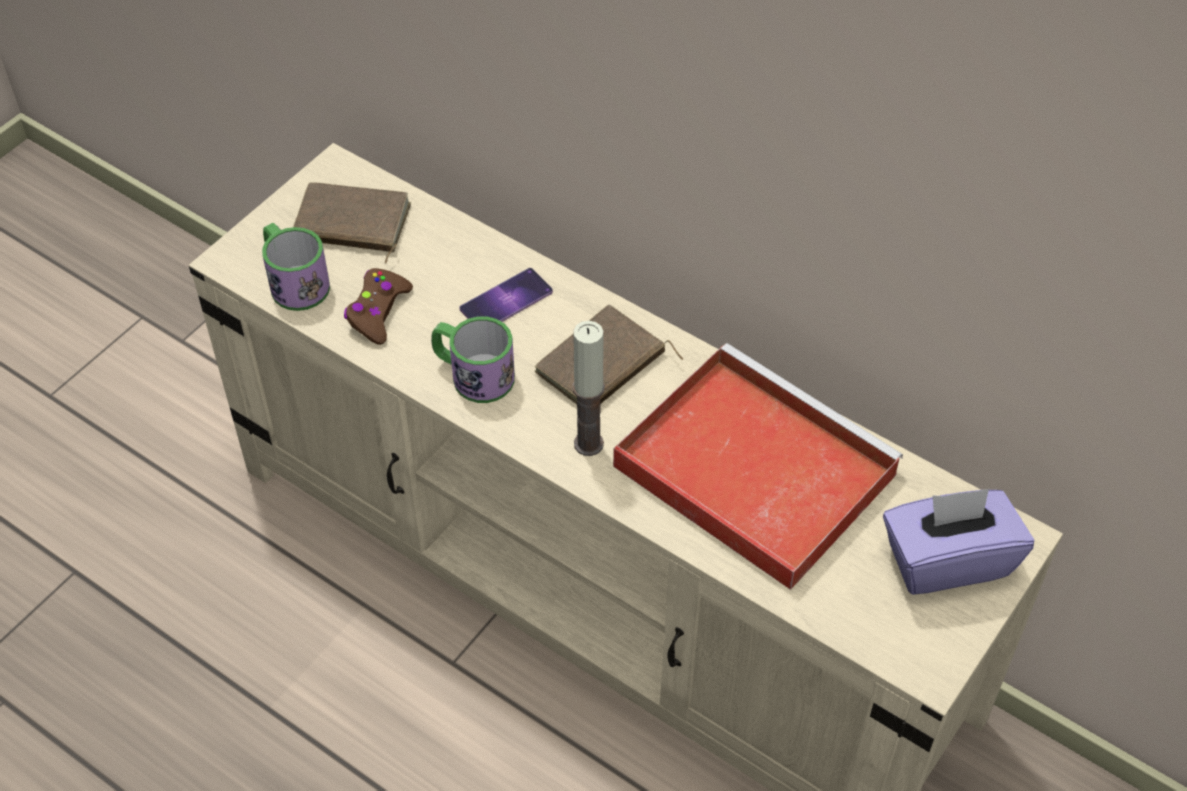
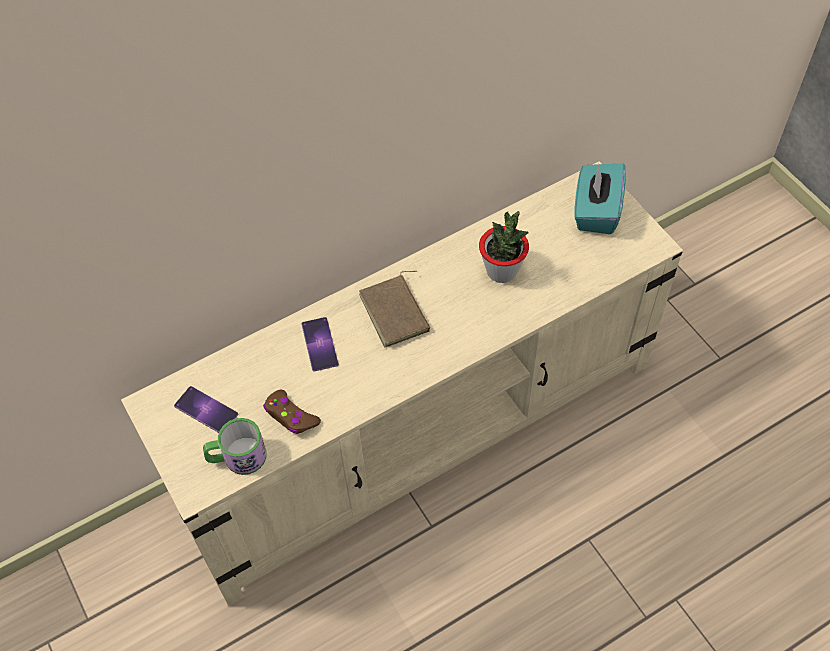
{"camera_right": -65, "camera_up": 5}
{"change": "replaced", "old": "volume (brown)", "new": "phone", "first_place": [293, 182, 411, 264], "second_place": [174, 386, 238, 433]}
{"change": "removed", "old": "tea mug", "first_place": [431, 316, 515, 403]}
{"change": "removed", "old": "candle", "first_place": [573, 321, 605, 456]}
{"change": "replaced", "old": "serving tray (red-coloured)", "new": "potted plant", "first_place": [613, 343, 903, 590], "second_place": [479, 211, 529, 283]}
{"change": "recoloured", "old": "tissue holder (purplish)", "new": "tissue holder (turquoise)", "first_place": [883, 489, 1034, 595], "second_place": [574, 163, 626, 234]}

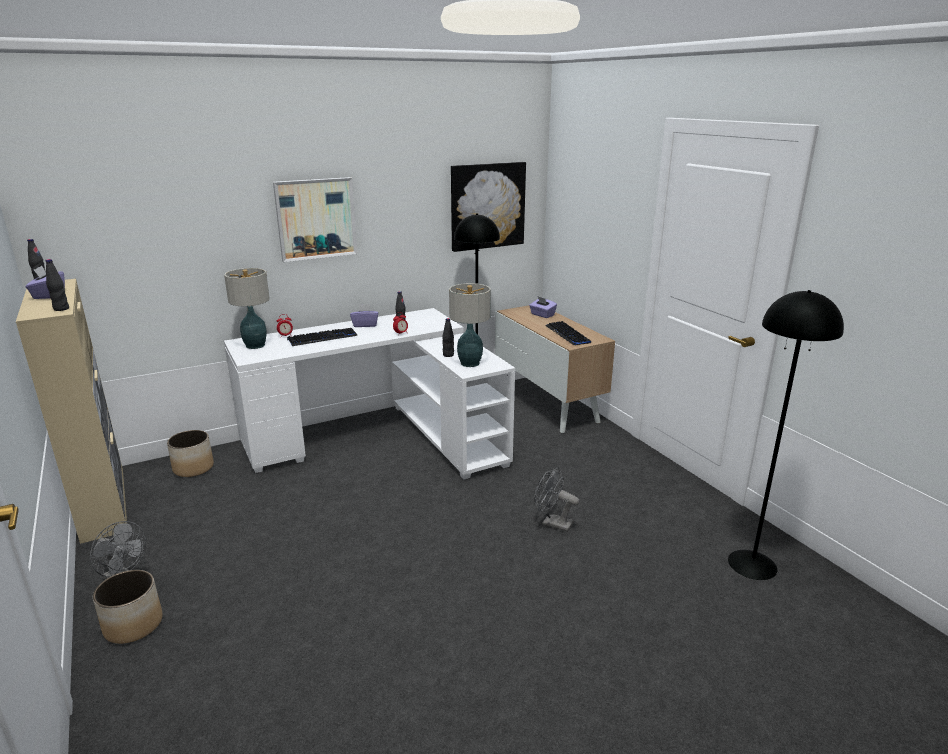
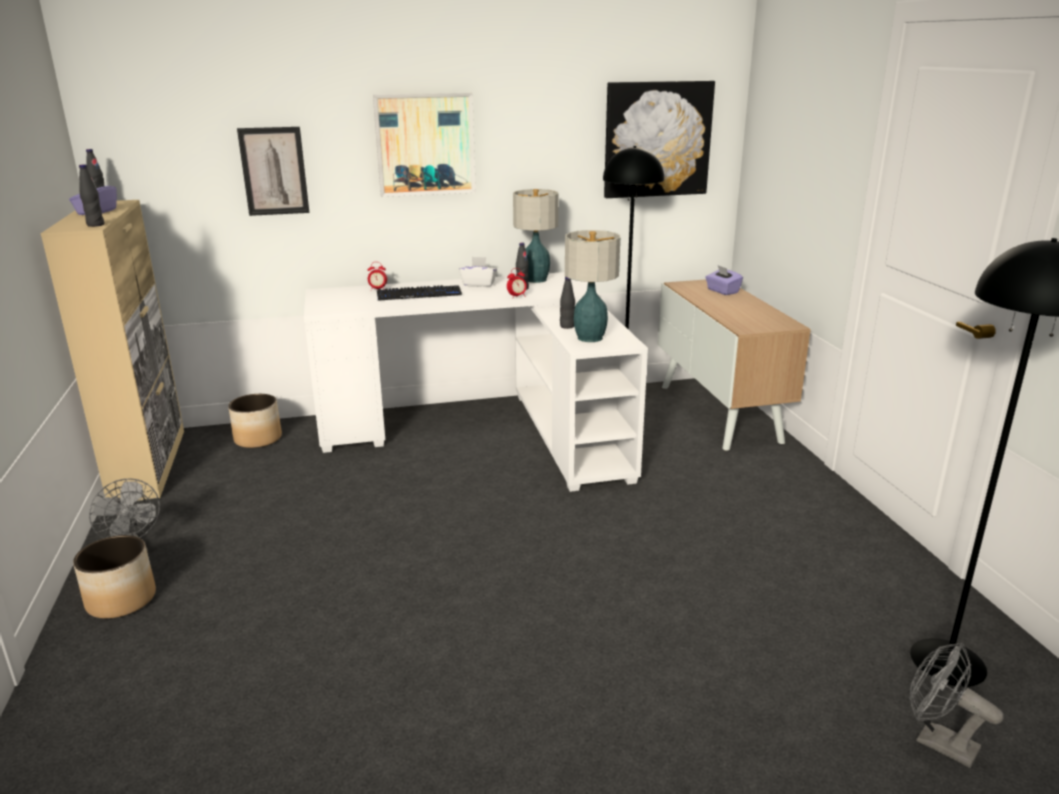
{"camera_right": 15, "camera_up": 0}
{"change": "moved", "old": "lamp for a table", "first_place": [224, 268, 269, 349], "second_place": [513, 189, 559, 283]}
{"change": "recoloured", "old": "tissue holder (purplish)", "new": "tissue holder (white)", "first_place": [350, 304, 379, 327], "second_place": [459, 257, 497, 287]}
{"change": "removed", "old": "keyboard", "first_place": [545, 321, 591, 345]}
{"change": "moved", "old": "fan (grey)", "first_place": [534, 467, 579, 532], "second_place": [909, 643, 1003, 768]}
{"change": "added", "new": "wall art", "second_place": [237, 127, 309, 216]}

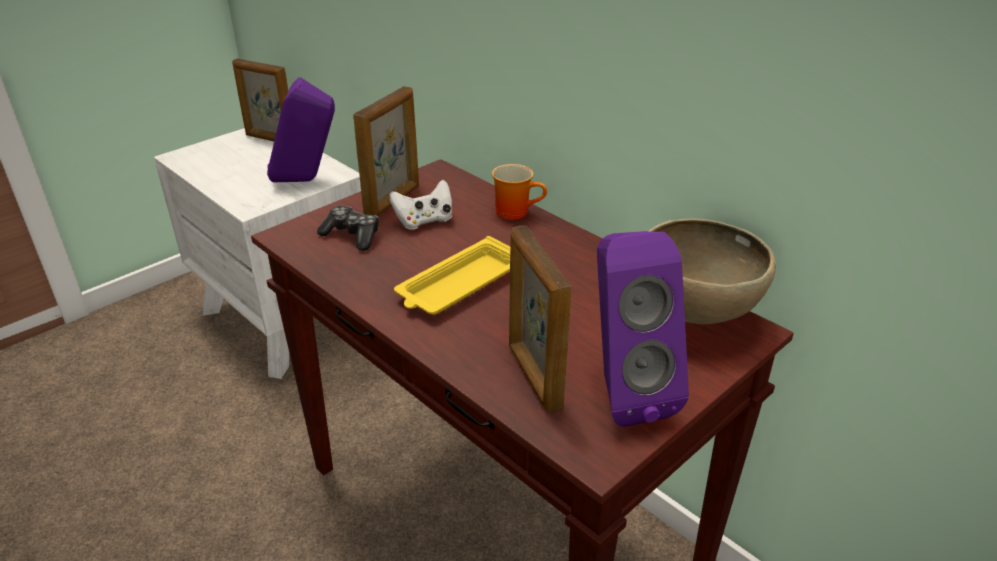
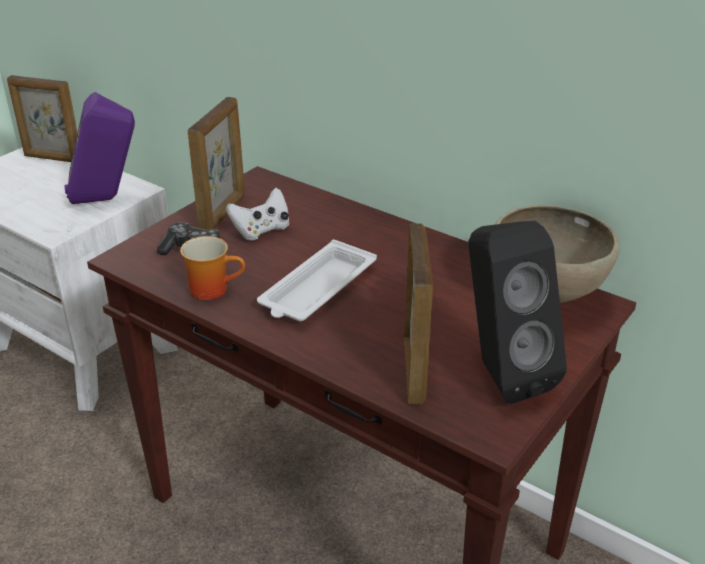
{"camera_right": -10, "camera_up": 0}
{"change": "moved", "old": "tea mug", "first_place": [492, 164, 547, 220], "second_place": [180, 236, 245, 300]}
{"change": "turned", "old": "picture frame", "first_place": [509, 225, 571, 413], "second_place": [404, 223, 433, 405], "degrees": -150}
{"change": "recoloured", "old": "loudspeaker (purplish)", "new": "loudspeaker (blackish)", "first_place": [597, 231, 689, 427], "second_place": [469, 221, 567, 404]}
{"change": "recoloured", "old": "serving tray (yellowish)", "new": "serving tray (white)", "first_place": [394, 236, 510, 315], "second_place": [257, 239, 377, 321]}

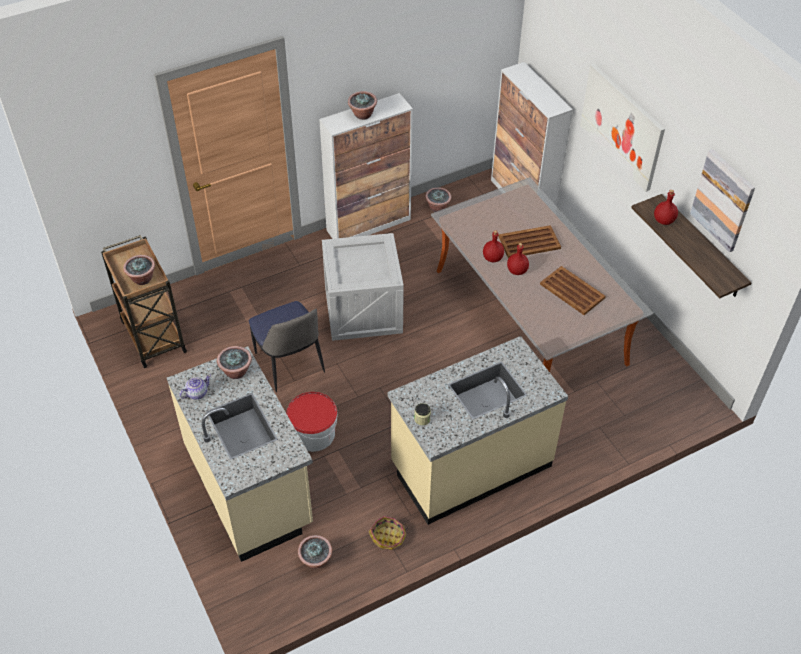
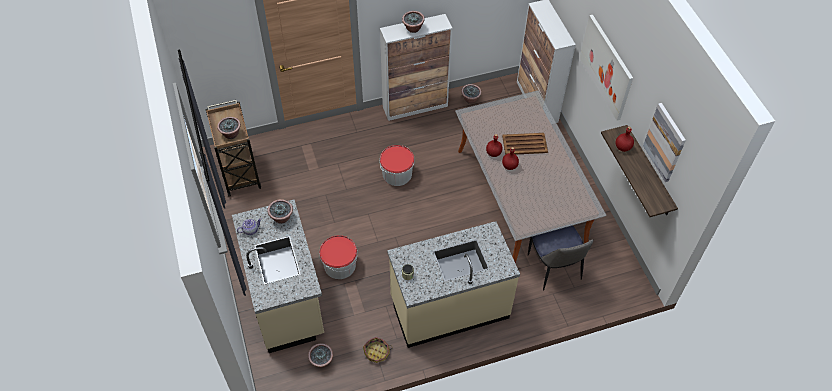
{"camera_right": 10, "camera_up": 5}
{"change": "replaced", "old": "shipping crate", "new": "pail", "first_place": [322, 233, 404, 341], "second_place": [380, 145, 415, 186]}
{"change": "removed", "old": "serving tray (brown)", "first_place": [540, 266, 606, 315]}
{"change": "moved", "old": "chair", "first_place": [249, 301, 325, 392], "second_place": [528, 226, 593, 291]}

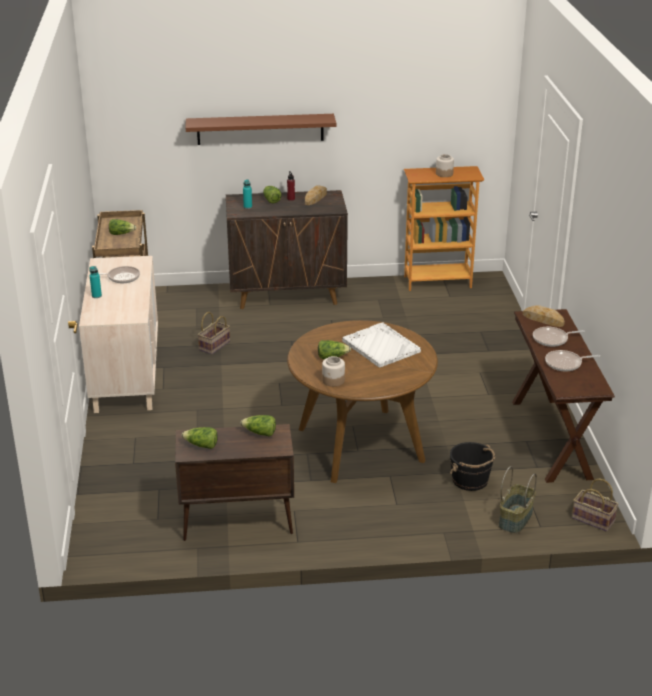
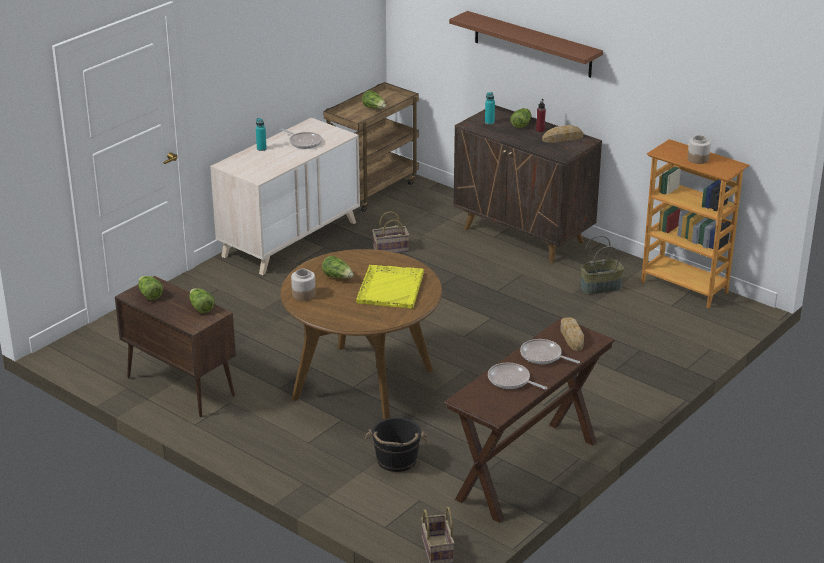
{"camera_right": 45, "camera_up": 0}
{"change": "recoloured", "old": "serving tray (white)", "new": "serving tray (yellowish)", "first_place": [342, 322, 421, 367], "second_place": [356, 265, 424, 309]}
{"change": "moved", "old": "household basket", "first_place": [499, 466, 537, 534], "second_place": [580, 236, 624, 295]}

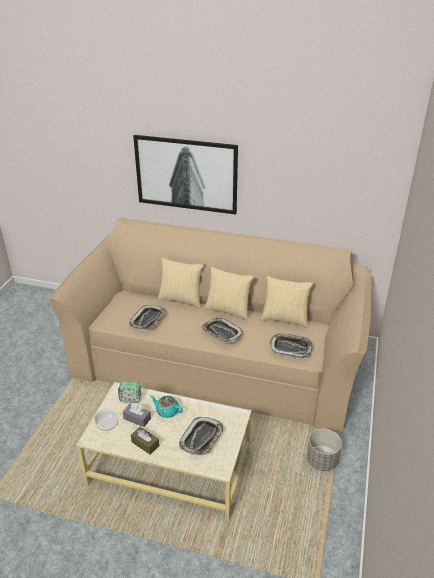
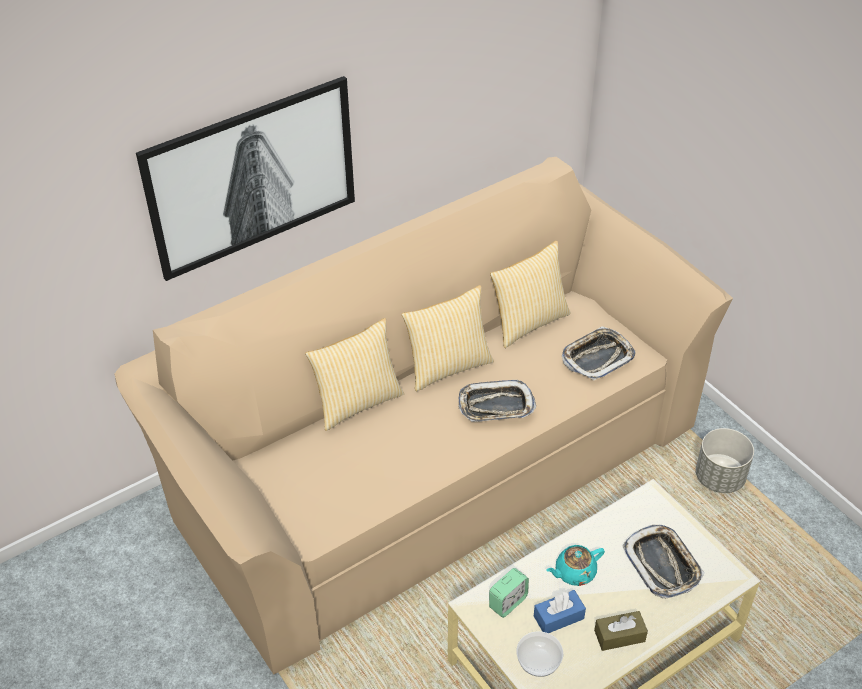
{"camera_right": -50, "camera_up": 10}
{"change": "removed", "old": "serving tray", "first_place": [129, 305, 166, 330]}
{"change": "recoloured", "old": "tissue holder (grey)", "new": "tissue holder (bluish)", "first_place": [123, 403, 151, 427], "second_place": [534, 590, 586, 633]}

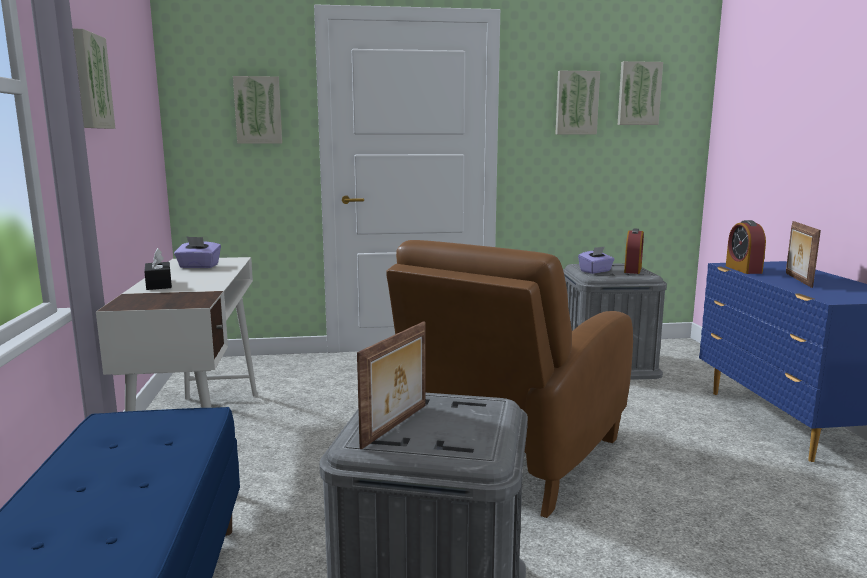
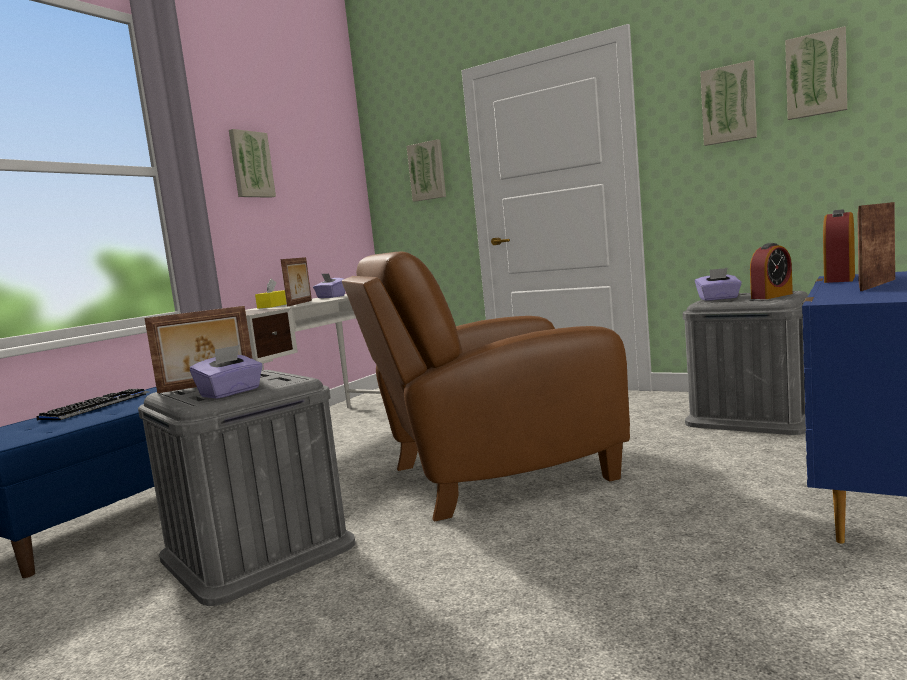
{"camera_right": 40, "camera_up": -5}
{"change": "recoloured", "old": "tissue holder (blackish)", "new": "tissue holder (yellowish)", "first_place": [144, 248, 172, 290], "second_place": [255, 279, 287, 309]}
{"change": "added", "new": "picture frame", "second_place": [281, 257, 312, 307]}
{"change": "added", "new": "tissue holder (purplish)", "second_place": [190, 345, 263, 399]}
{"change": "added", "new": "keyboard", "second_place": [36, 389, 149, 420]}

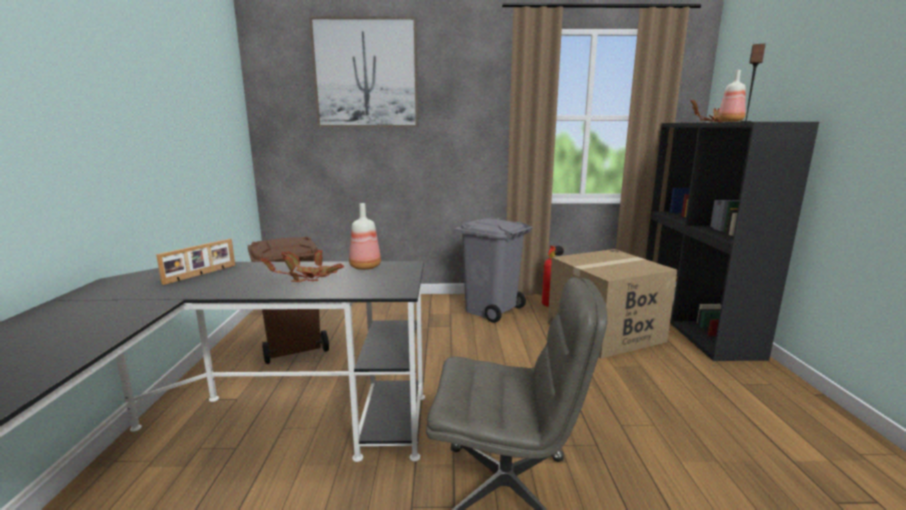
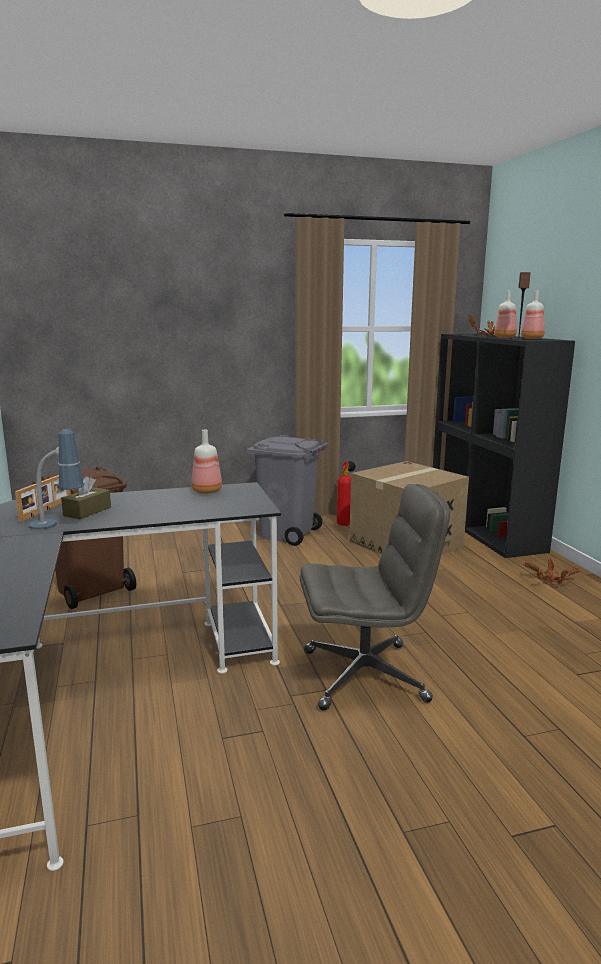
{"camera_right": -15, "camera_up": 0}
{"change": "removed", "old": "wall art", "first_place": [309, 16, 418, 127]}
{"change": "moved", "old": "potted plant", "first_place": [261, 250, 344, 282], "second_place": [523, 559, 580, 585]}
{"change": "added", "new": "bottle", "second_place": [521, 291, 545, 339]}
{"change": "added", "new": "lamp for a table", "second_place": [29, 429, 84, 530]}
{"change": "added", "new": "tissue holder (brown)", "second_place": [61, 476, 111, 519]}

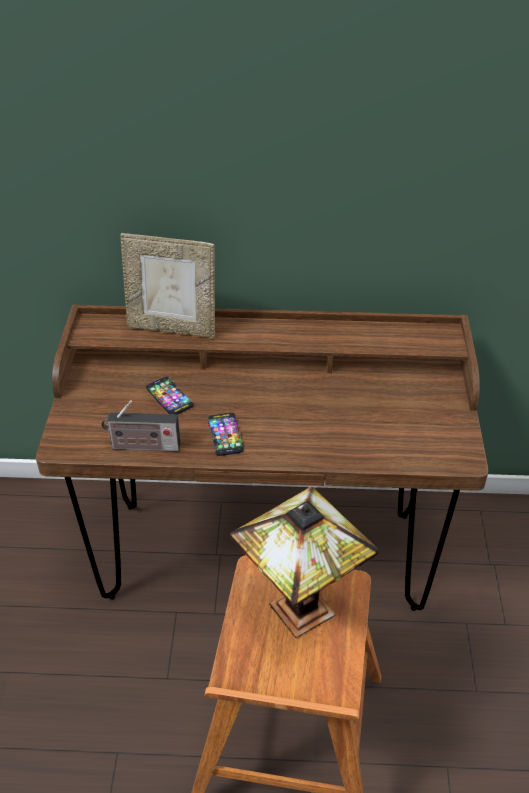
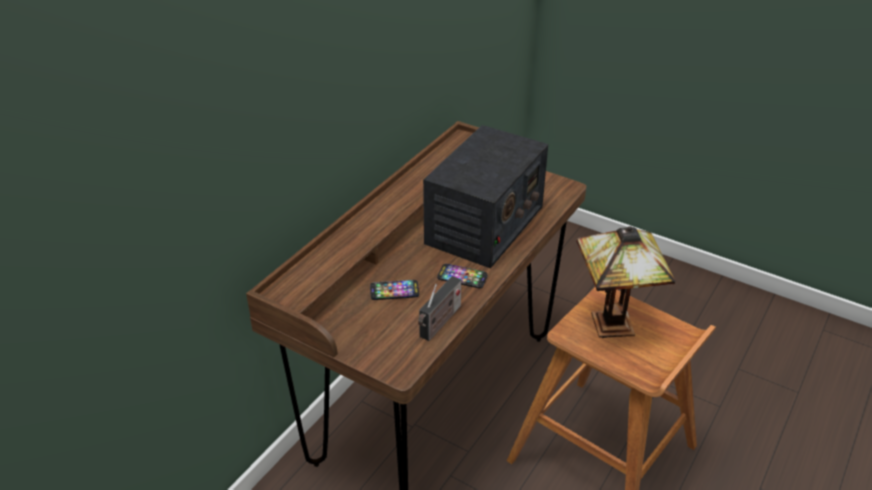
{"camera_right": -60, "camera_up": -5}
{"change": "removed", "old": "picture frame", "first_place": [120, 233, 215, 338]}
{"change": "added", "new": "radio set", "second_place": [423, 125, 548, 268]}

